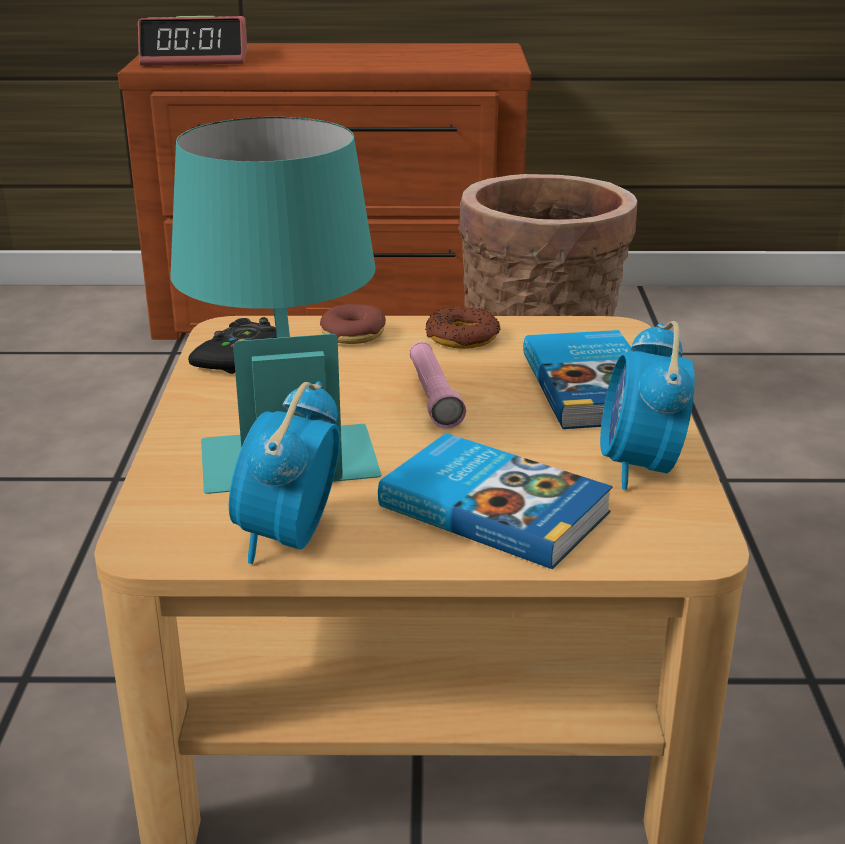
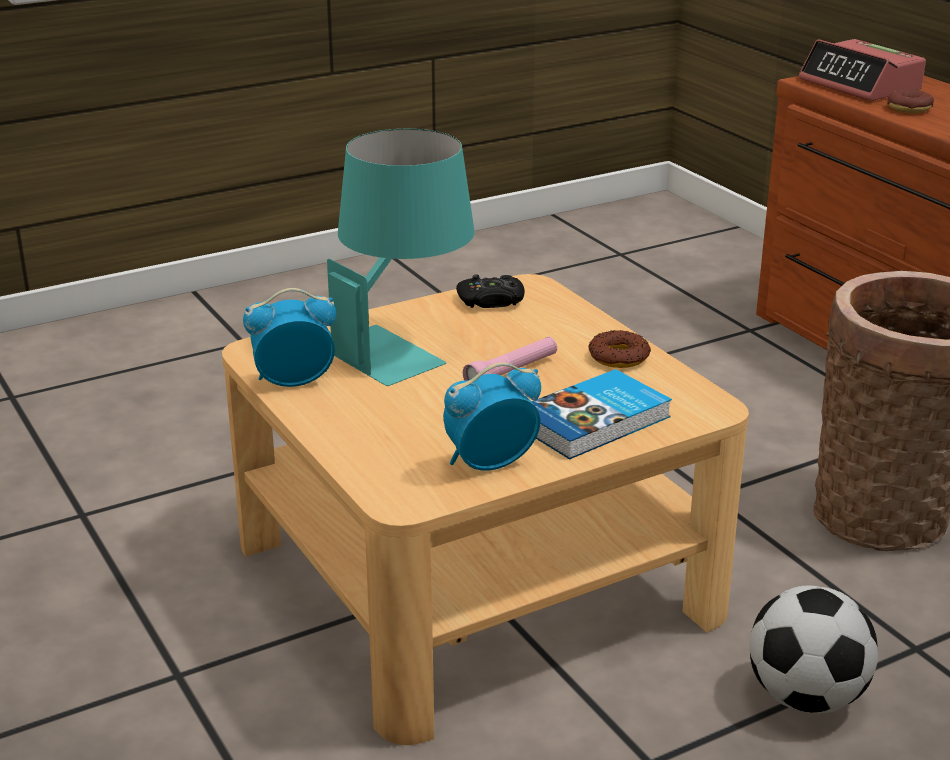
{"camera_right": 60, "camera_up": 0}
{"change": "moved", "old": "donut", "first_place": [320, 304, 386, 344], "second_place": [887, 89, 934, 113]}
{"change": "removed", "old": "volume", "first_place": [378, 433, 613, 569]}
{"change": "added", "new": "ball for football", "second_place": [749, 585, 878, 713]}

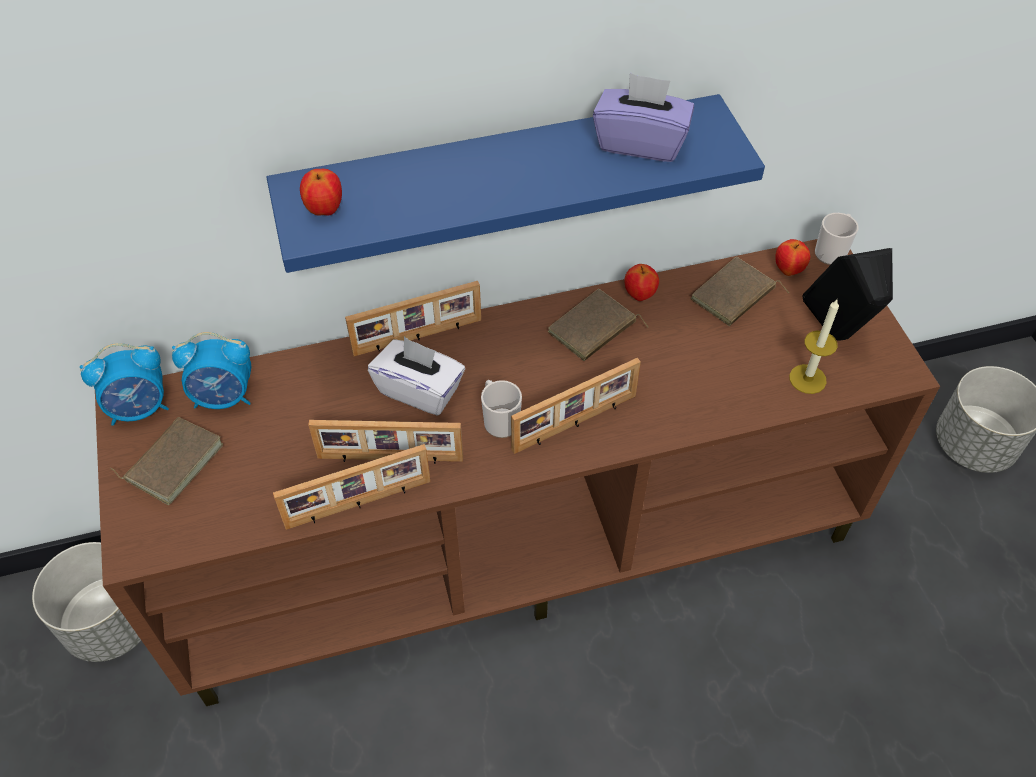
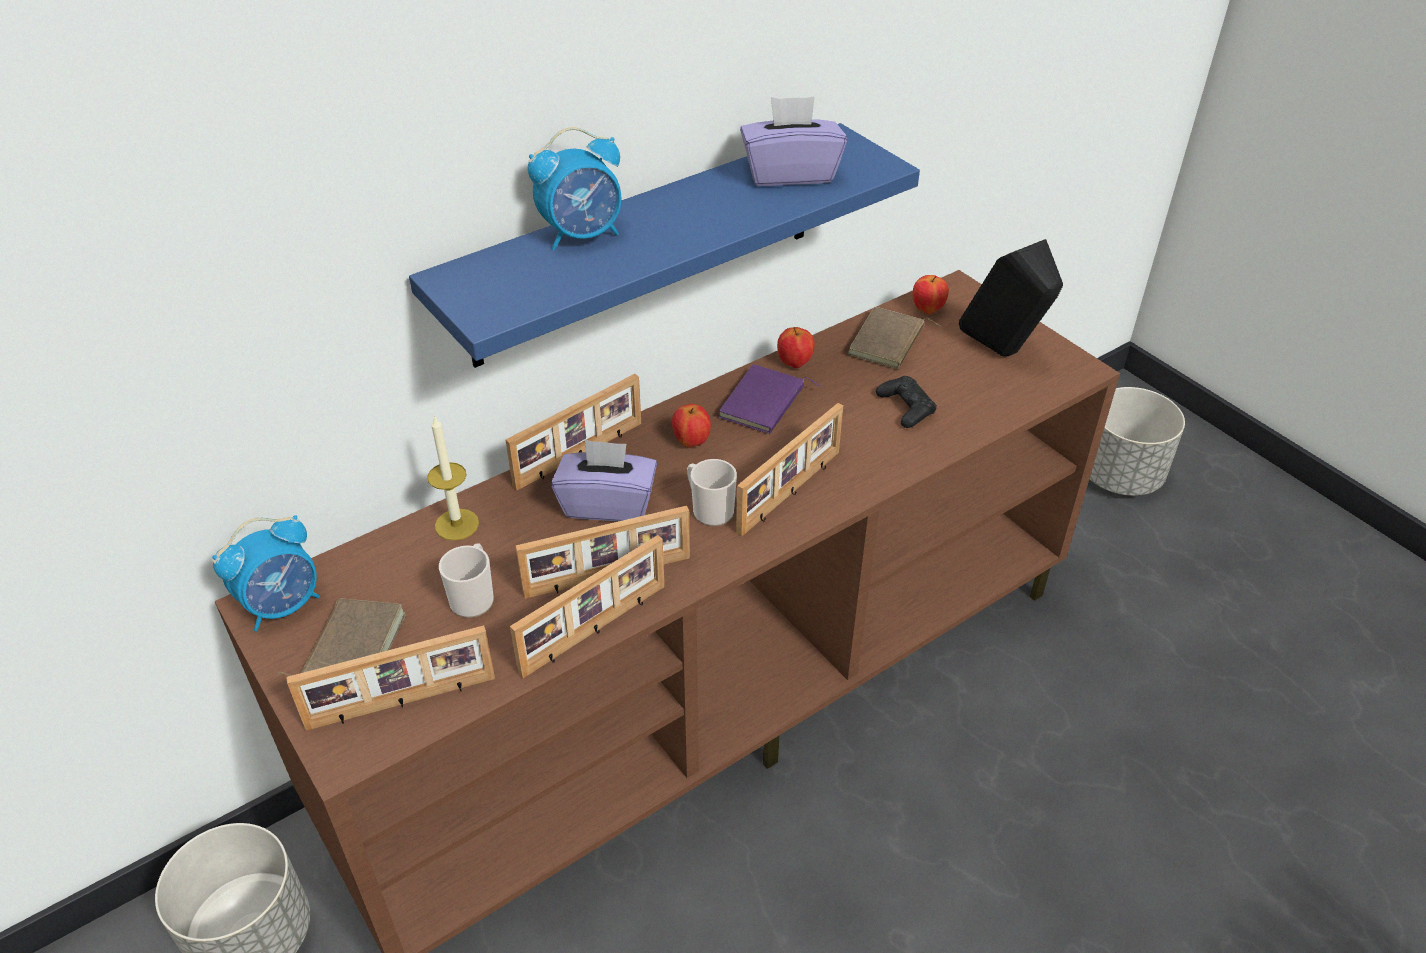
{"camera_right": -20, "camera_up": -10}
{"change": "moved", "old": "whole apple", "first_place": [300, 169, 342, 216], "second_place": [672, 404, 711, 448]}
{"change": "moved", "old": "tea mug", "first_place": [815, 213, 859, 265], "second_place": [439, 543, 494, 618]}
{"change": "recoloured", "old": "volume (brown)", "new": "volume (purplish)", "first_place": [548, 289, 648, 361], "second_place": [718, 364, 821, 434]}
{"change": "moved", "old": "candle", "first_place": [789, 299, 839, 394], "second_place": [427, 415, 479, 541]}
{"change": "moved", "old": "alarm clock", "first_place": [172, 332, 251, 409], "second_place": [528, 127, 621, 250]}
{"change": "recoloured", "old": "tissue holder (white)", "new": "tissue holder (purplish)", "first_place": [368, 337, 465, 416], "second_place": [551, 439, 657, 522]}
{"change": "added", "new": "game controller (blackish)", "second_place": [876, 376, 937, 428]}
{"change": "added", "new": "picture frame", "second_place": [286, 625, 495, 731]}

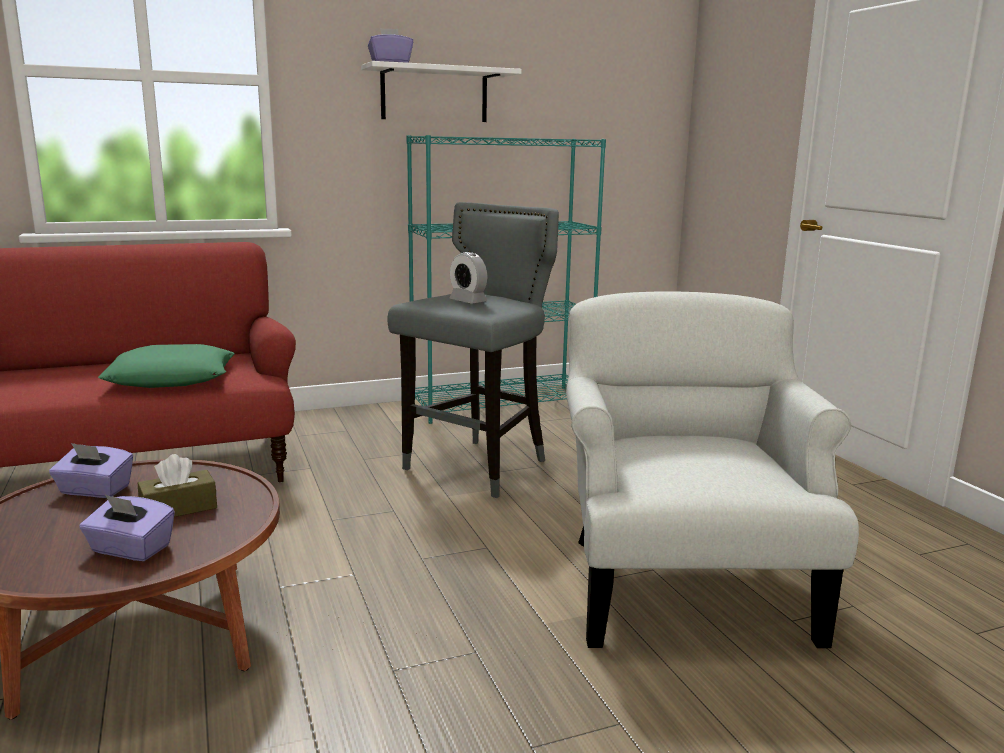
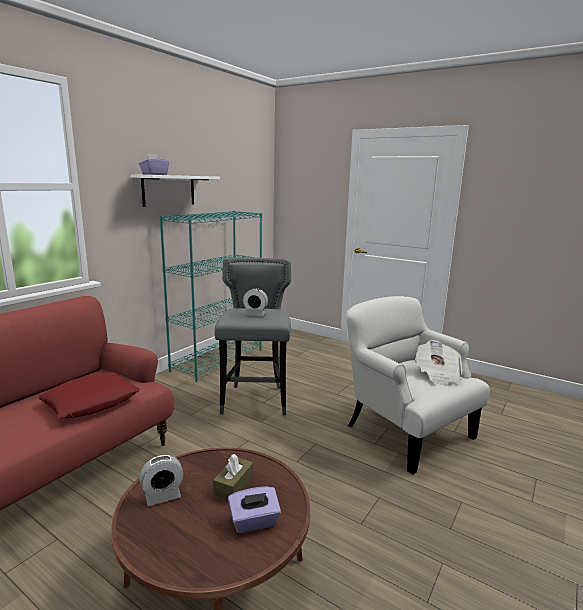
{"camera_right": -35, "camera_up": 0}
{"change": "recoloured", "old": "pillow (greenish)", "new": "pillow (red-coloured)", "first_place": [98, 344, 235, 388], "second_place": [38, 373, 140, 418]}
{"change": "replaced", "old": "tissue holder (purplish)", "new": "alarm clock", "first_place": [49, 443, 133, 498], "second_place": [140, 455, 183, 506]}
{"change": "added", "new": "daily paper", "second_place": [415, 340, 462, 386]}

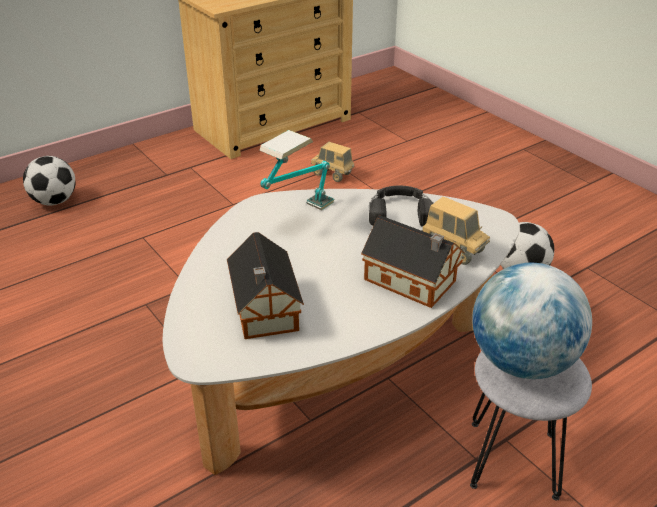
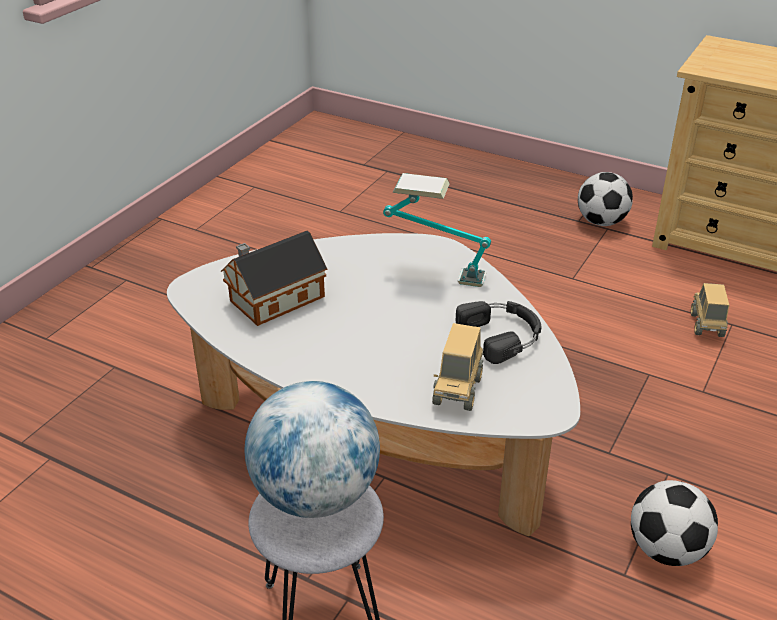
{"camera_right": 65, "camera_up": 0}
{"change": "moved", "old": "ball for football", "first_place": [23, 156, 76, 206], "second_place": [578, 172, 633, 226]}
{"change": "removed", "old": "model house", "first_place": [361, 215, 465, 308]}

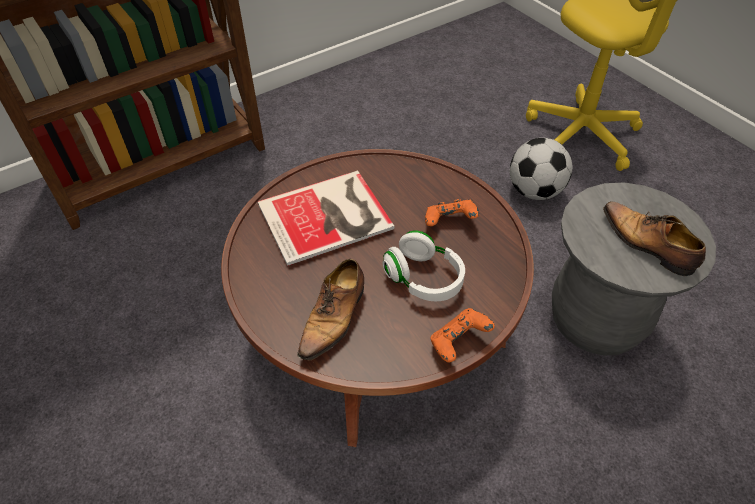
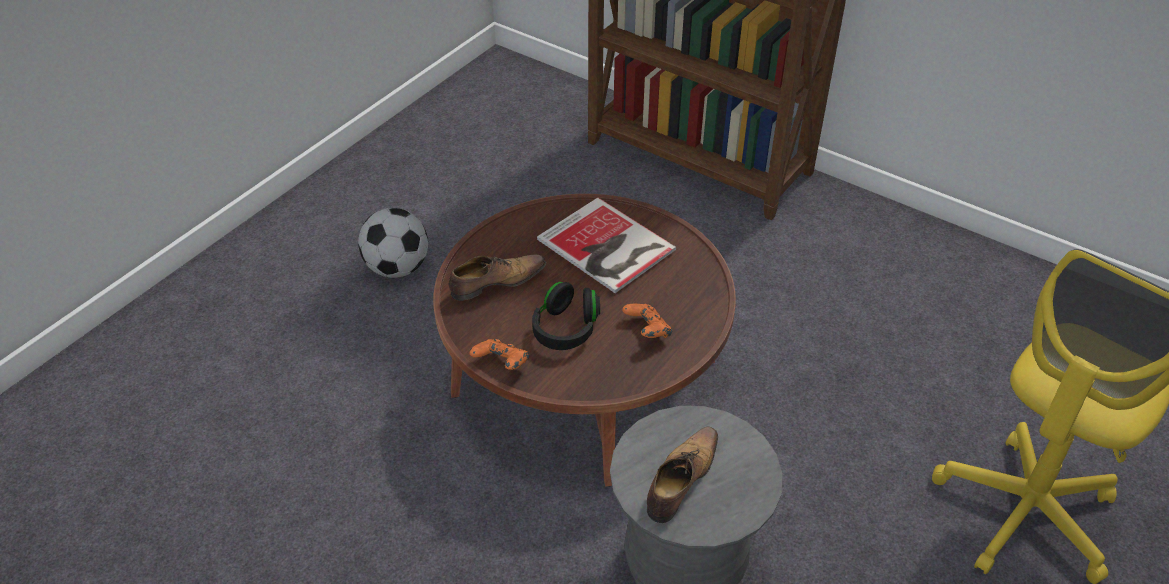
{"camera_right": 70, "camera_up": -5}
{"change": "moved", "old": "ball for football", "first_place": [510, 138, 572, 200], "second_place": [358, 208, 428, 278]}
{"change": "recoloured", "old": "headphones (white)", "new": "headphones (blackish)", "first_place": [383, 230, 465, 301], "second_place": [532, 282, 600, 350]}
{"change": "turned", "old": "low shoe", "first_place": [297, 259, 364, 361], "second_place": [449, 255, 546, 301], "degrees": 150}

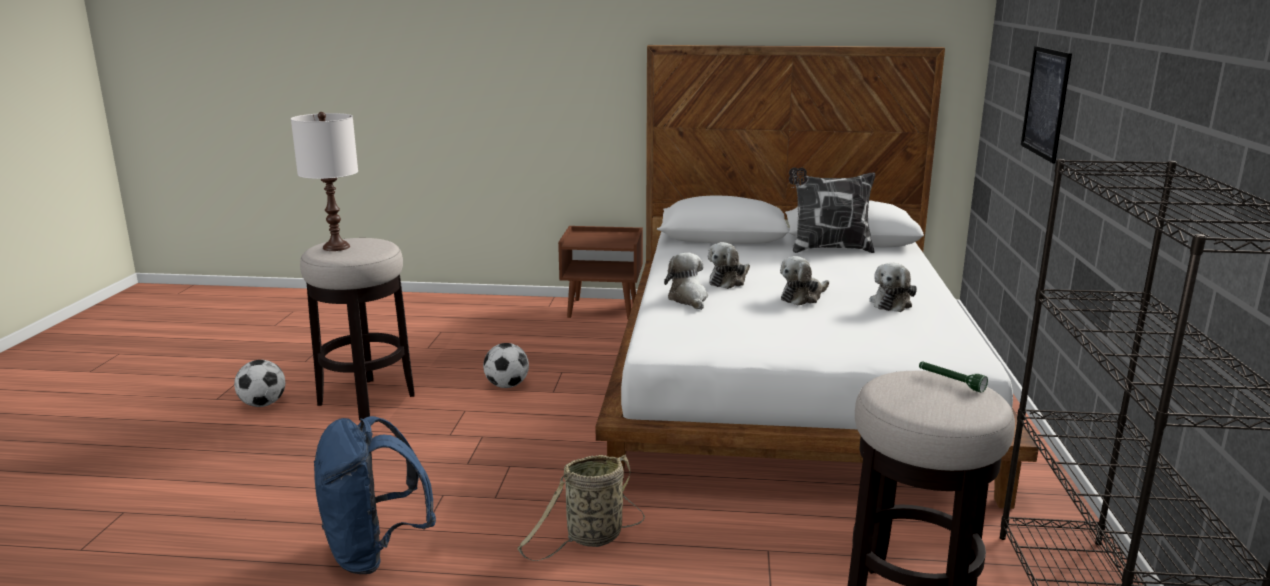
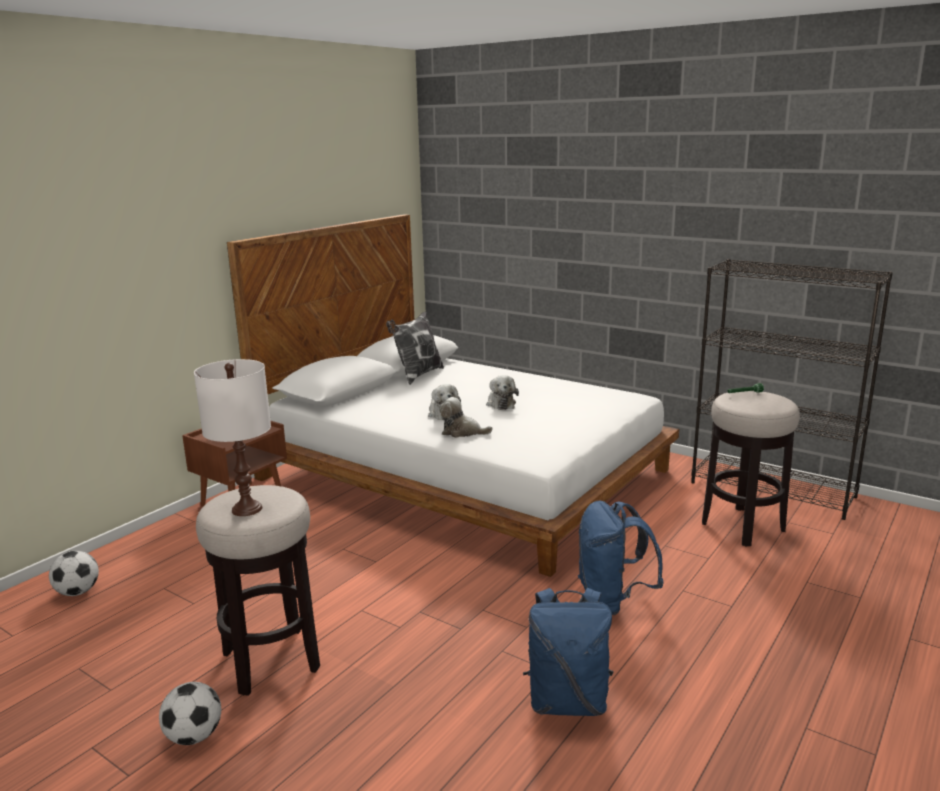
{"camera_right": -60, "camera_up": 0}
{"change": "removed", "old": "wall art", "first_place": [1021, 46, 1072, 163]}
{"change": "removed", "old": "plush toy", "first_place": [869, 262, 917, 312]}
{"change": "moved", "old": "ball for football", "first_place": [483, 343, 529, 388], "second_place": [49, 551, 99, 596]}
{"change": "replaced", "old": "household basket", "new": "backpack (bluish)", "first_place": [517, 454, 645, 561], "second_place": [578, 501, 664, 615]}

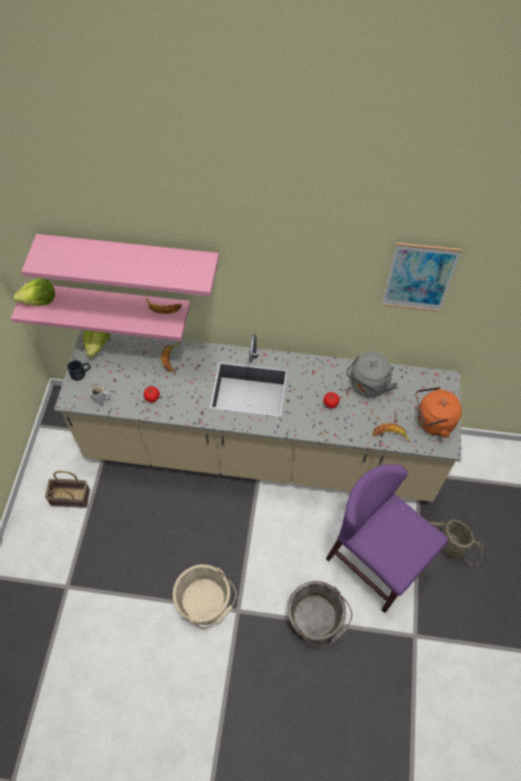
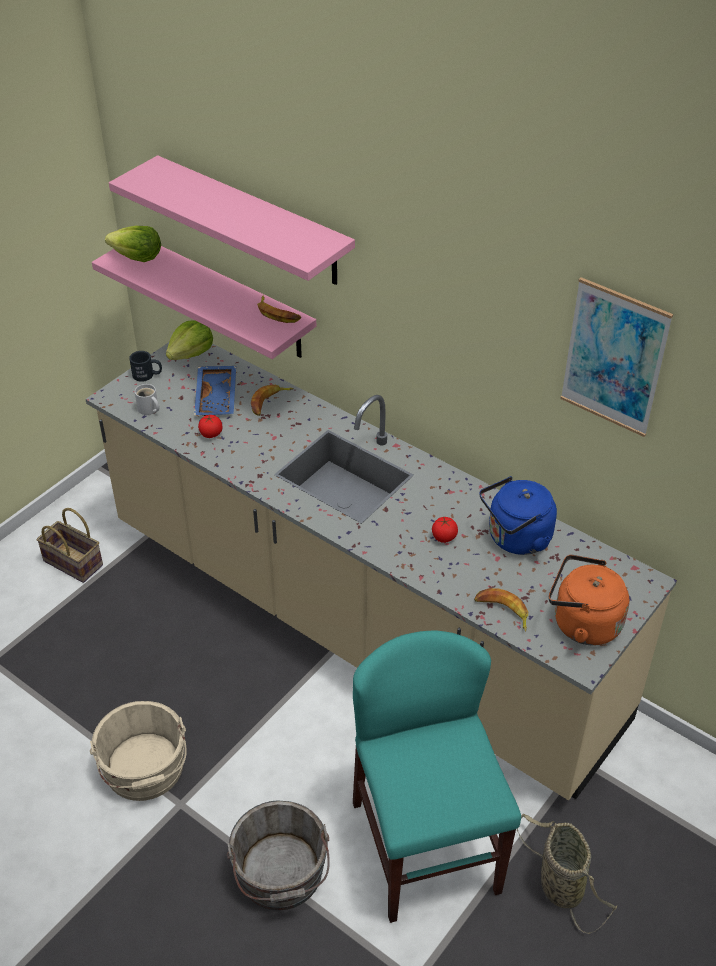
{"camera_right": 30, "camera_up": -15}
{"change": "recoloured", "old": "kettle (grey)", "new": "kettle (bluish)", "first_place": [346, 352, 398, 397], "second_place": [479, 476, 557, 555]}
{"change": "recoloured", "old": "chair (purplish)", "new": "chair (turquoise)", "first_place": [326, 464, 448, 613], "second_place": [353, 630, 521, 923]}
{"change": "added", "new": "serving tray (bluish)", "second_place": [194, 366, 236, 416]}

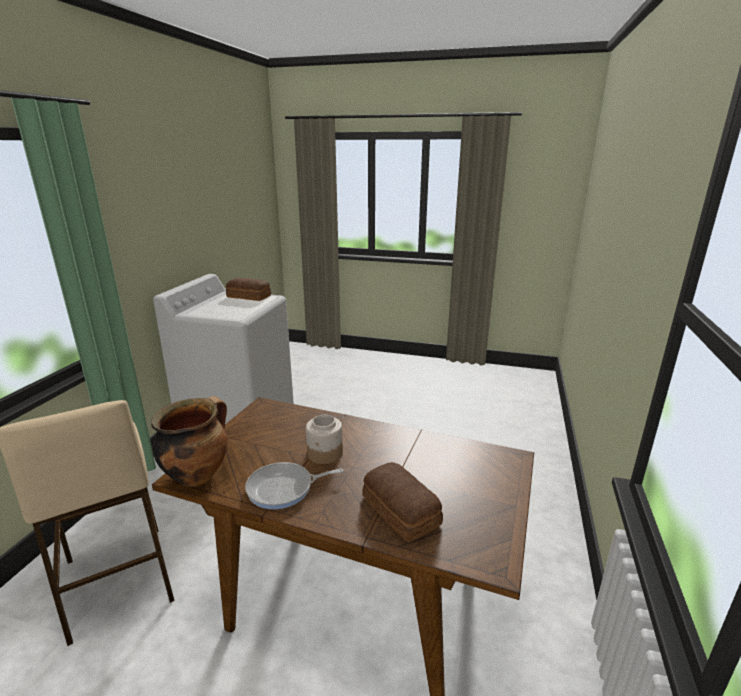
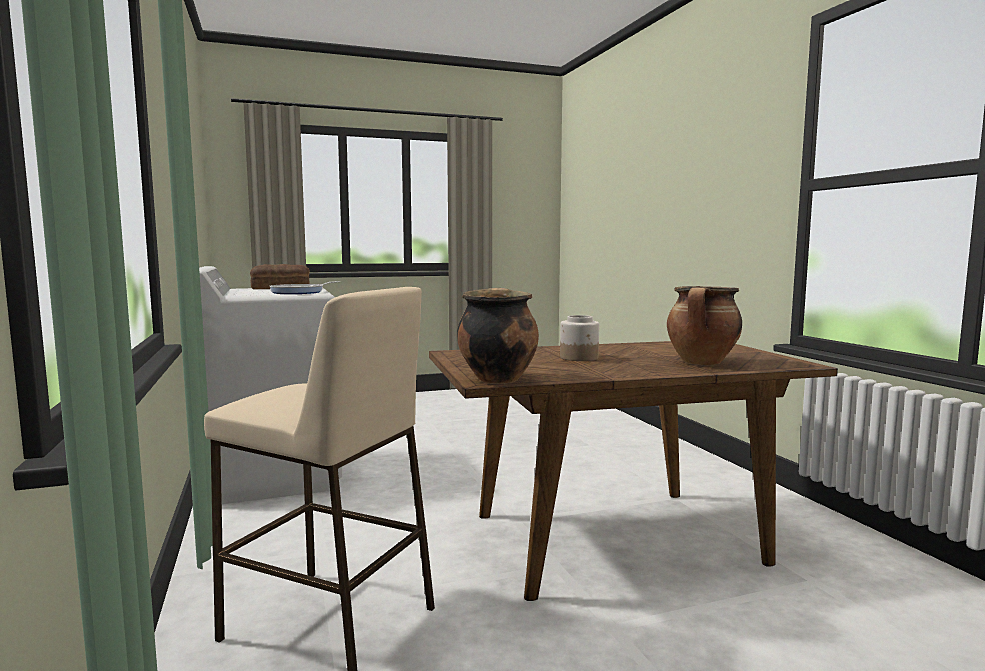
{"camera_right": -35, "camera_up": -15}
{"change": "moved", "old": "frying pan", "first_place": [245, 462, 344, 509], "second_place": [269, 281, 340, 294]}
{"change": "replaced", "old": "bakery bread", "new": "cooking pot", "first_place": [362, 462, 443, 542], "second_place": [667, 286, 742, 365]}

